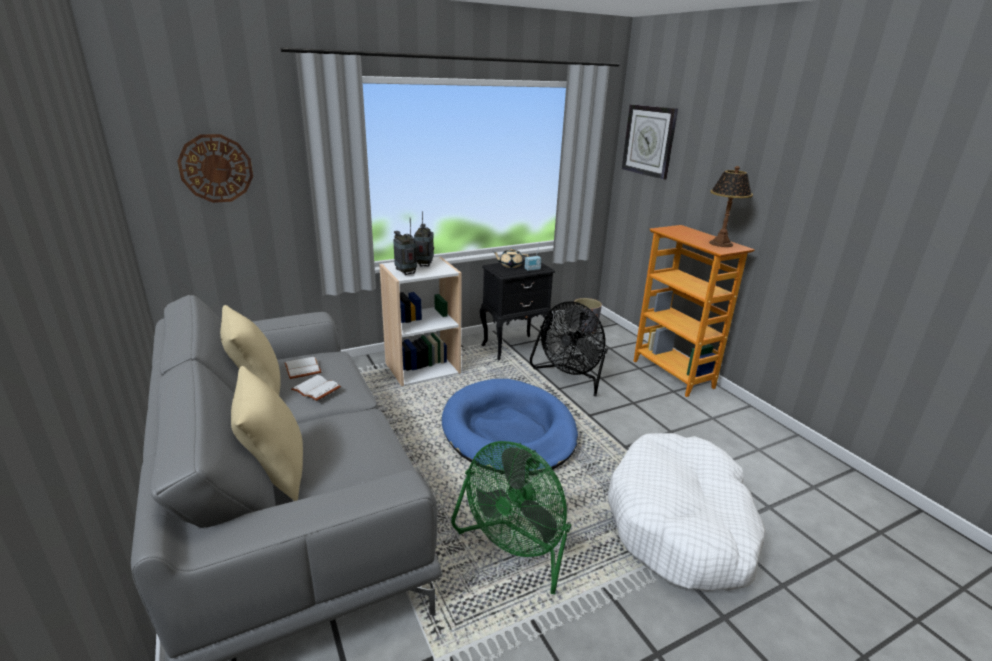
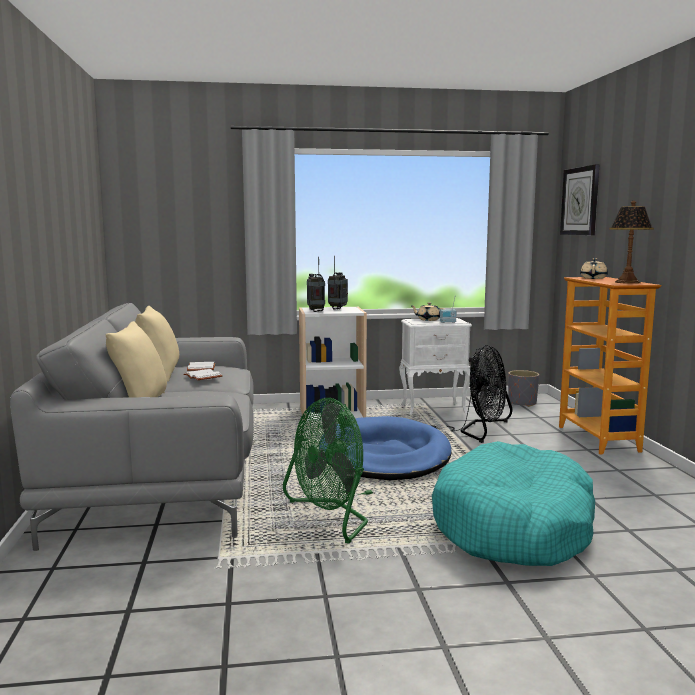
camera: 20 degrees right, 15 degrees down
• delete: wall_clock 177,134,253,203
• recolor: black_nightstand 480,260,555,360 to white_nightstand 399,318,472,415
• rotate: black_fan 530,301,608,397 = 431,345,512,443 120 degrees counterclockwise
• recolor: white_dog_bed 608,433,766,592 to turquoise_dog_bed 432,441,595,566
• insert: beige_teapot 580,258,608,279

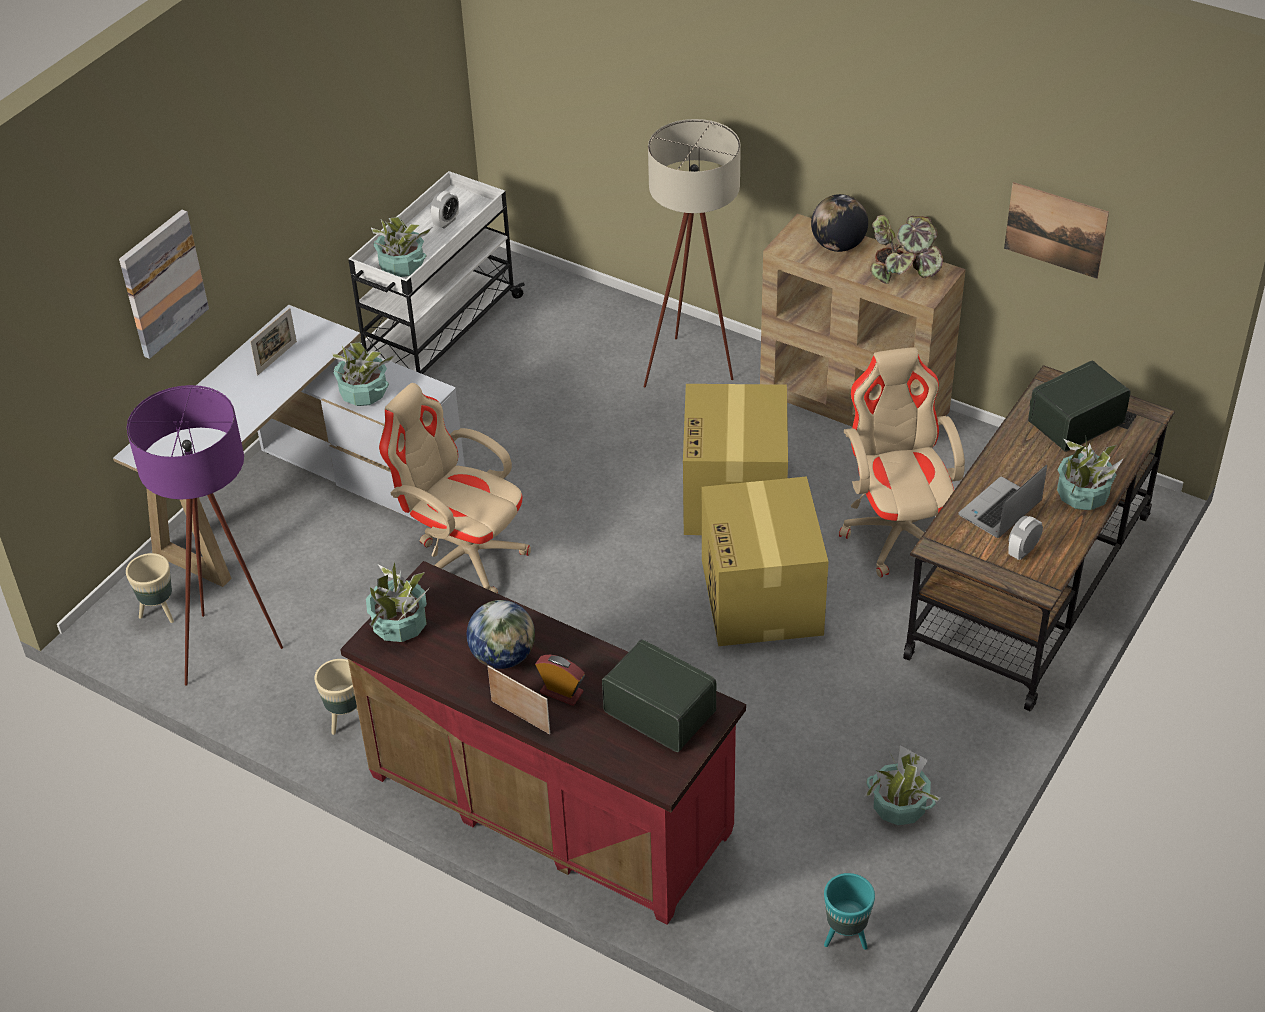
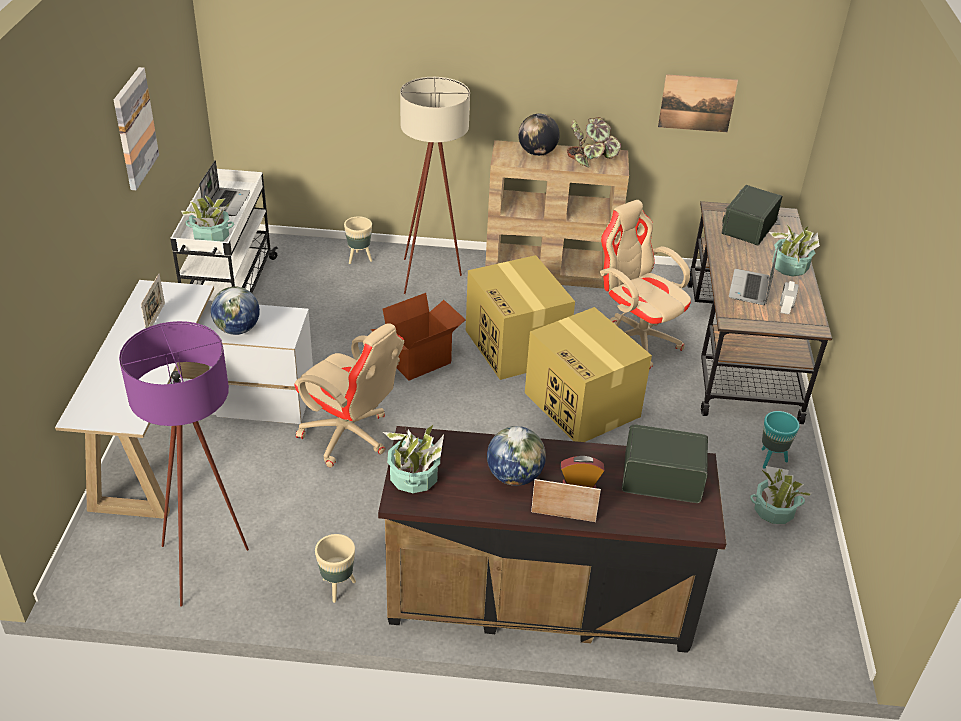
camera: 30 degrees left, 5 degrees down
• replace: alarm_clock 430,191,459,229 to laptop 199,160,250,216
• move: picture 119,210,209,359 to 114,67,159,190
• replace: potted_plant 331,342,397,406 to globe 211,287,260,335
• rotate: beige_office_chair 379,383,531,593 = 295,323,404,467 150 degrees counterclockwise
• move: beige_planter 126,553,174,623 to 344,216,372,264
• recolor: red_cabinet 340,561,746,925 to black_cabinet 378,426,726,653
• move: turquoise_planter 824,873,875,950 to 762,411,800,469
• insert: cardboard_box 371,293,466,380

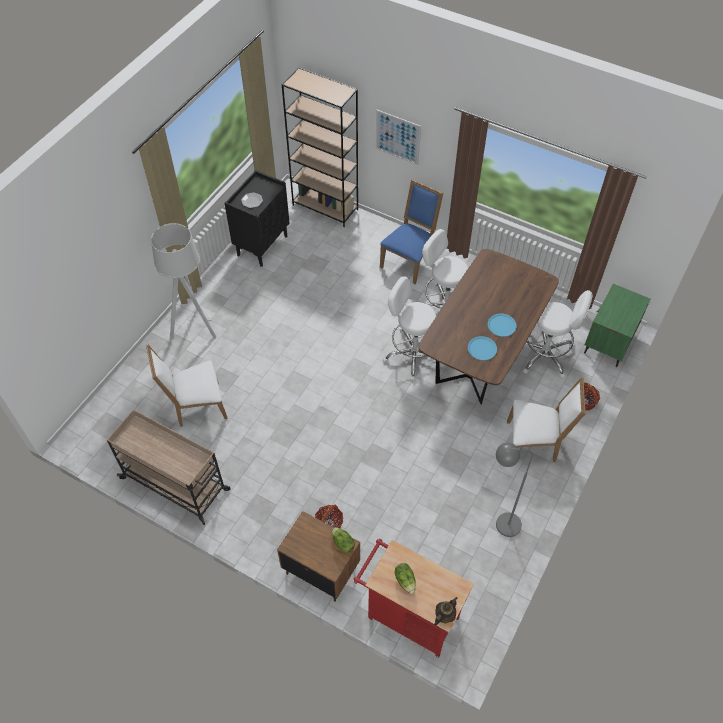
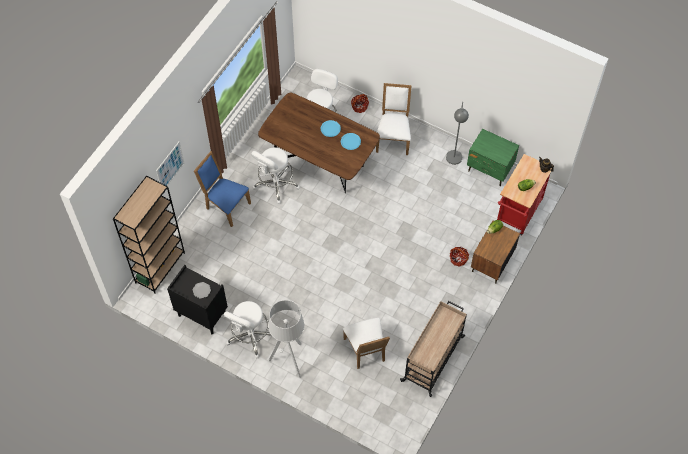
camera: 90 degrees left, 5 degrees up
• move: white_stool 383,276,444,381 to 224,301,275,359
• move: green_nightstand 584,284,651,367 to 467,129,519,186

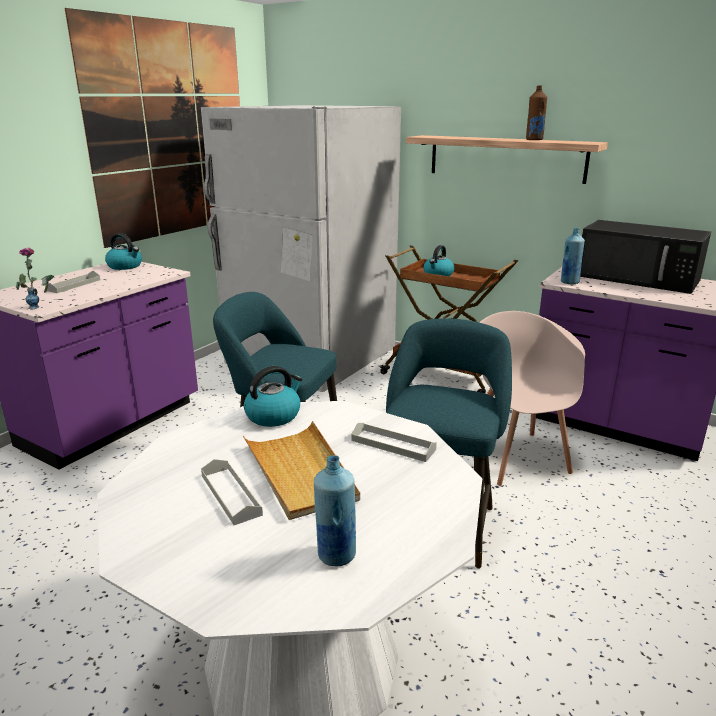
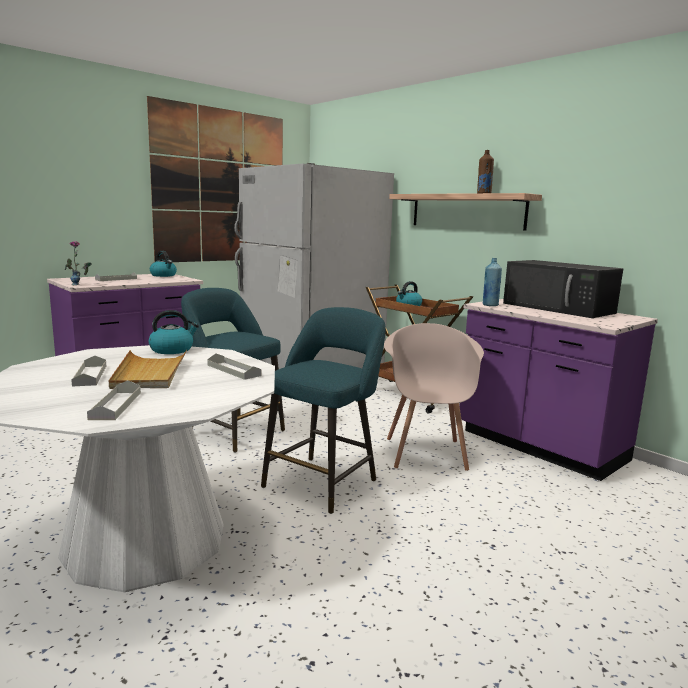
camera: 15 degrees right, 10 degrees down
• replace: blue_bottle 314,455,356,566 to grey_tray 87,380,141,420

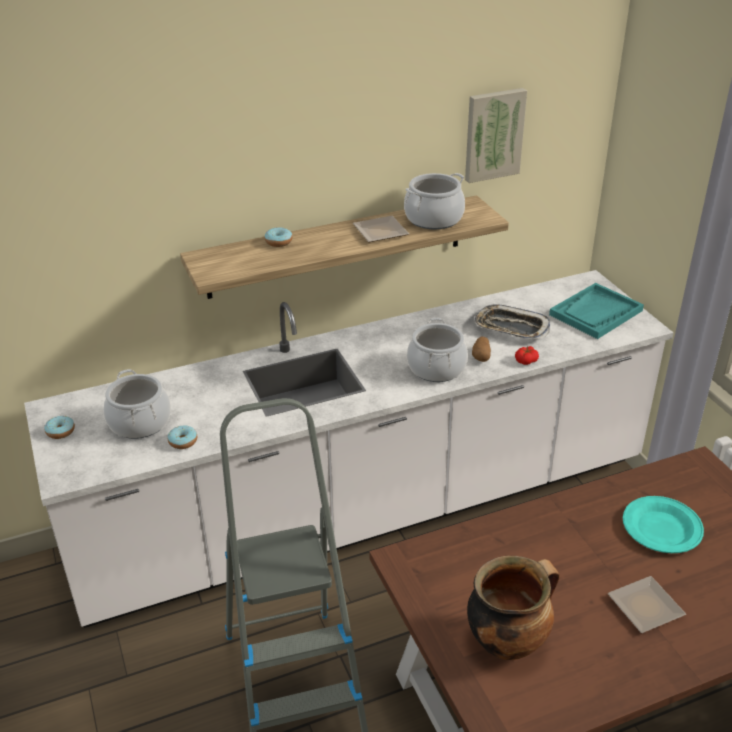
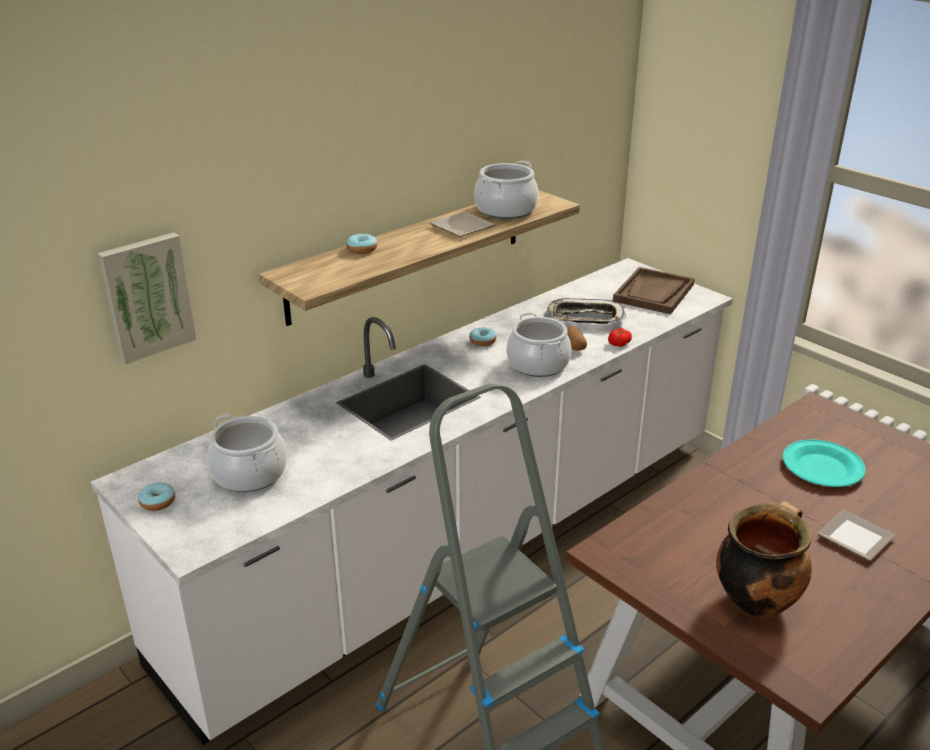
camera: 20 degrees left, 5 degrees down
• move: picture 465,88,527,183 to 97,232,196,364
• recolor: turquoise_tray 549,283,644,339 to brown_tray 613,267,695,314
• move: donut 168,426,197,449 to 469,327,496,346

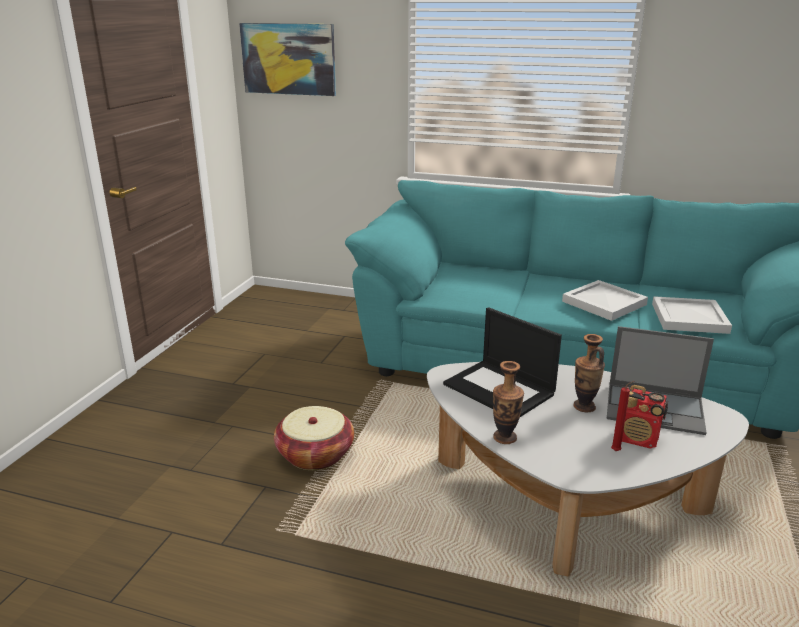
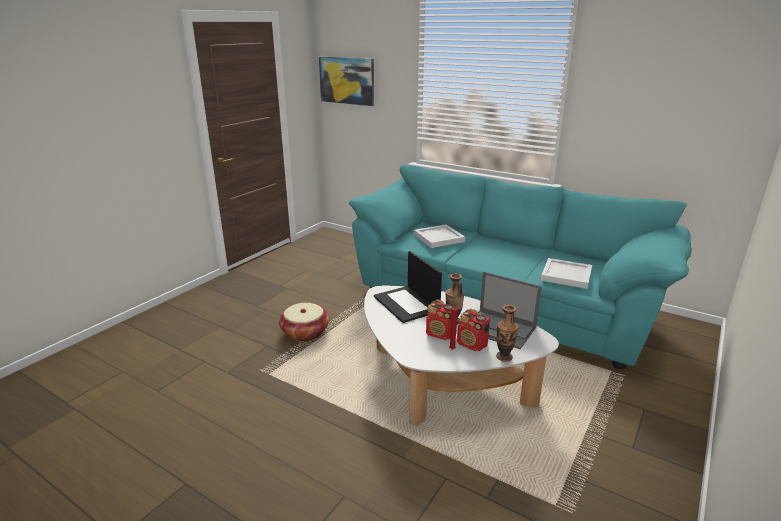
camera: 15 degrees right, 0 degrees up
• move: white_tray 562,280,648,321 to 414,225,465,248
• move: vase 493,361,524,444 to 496,305,519,362
• insert: radio 426,300,455,340

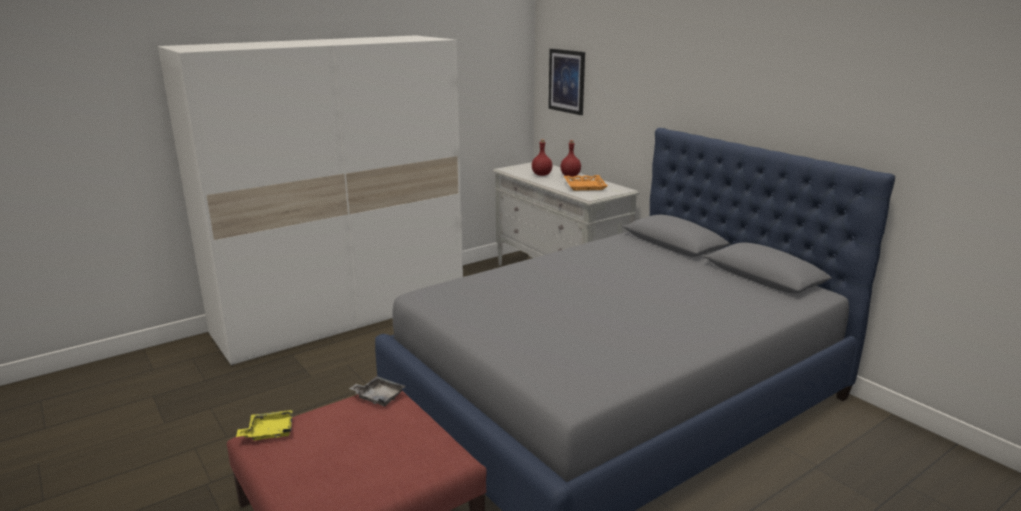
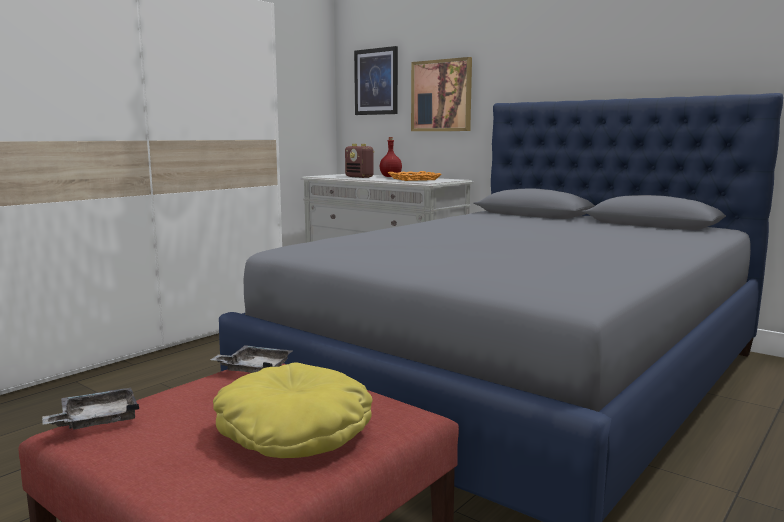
camera: 15 degrees left, 10 degrees down
• replace: red_bottle 532,139,552,176 to radio 345,144,375,178
• recolor: yellow_tray 236,410,292,441 to grey_tray 42,388,139,430
• insert: picture 411,57,472,131
• insert: yellow_pillow 213,362,372,458

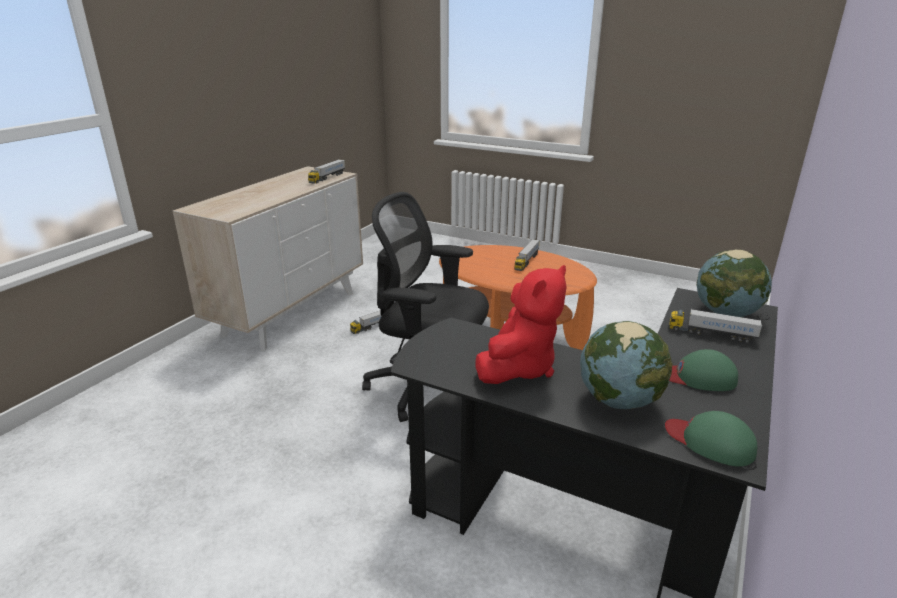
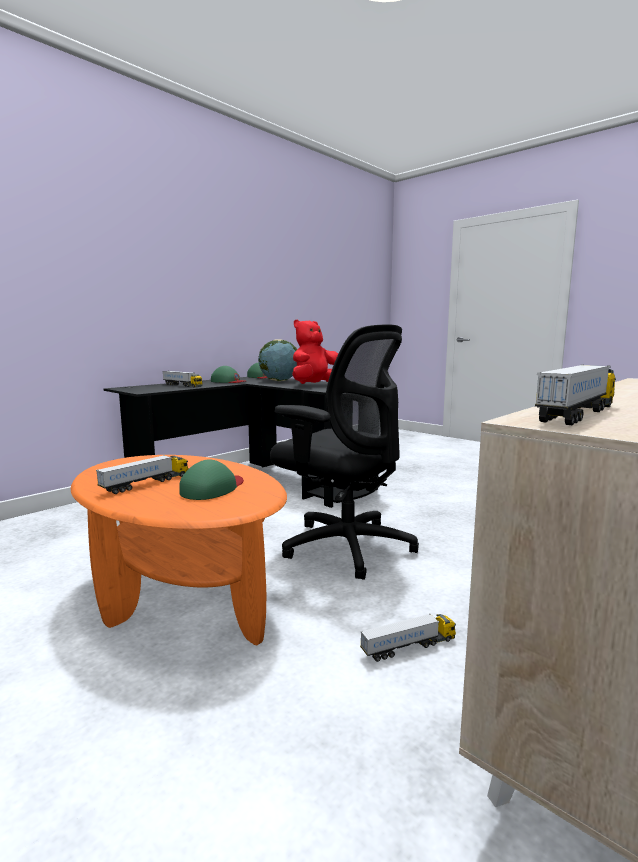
camera: 165 degrees left, 15 degrees down
• delete: globe 697,250,772,317
• insert: green_cap 179,459,244,500

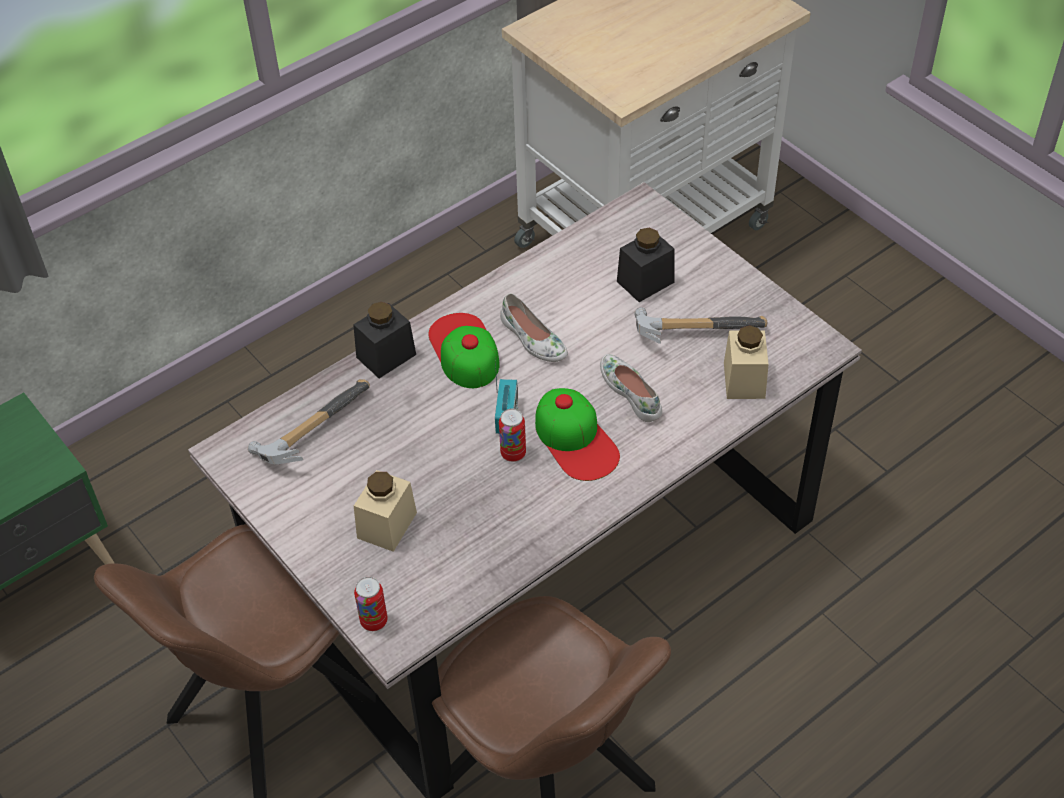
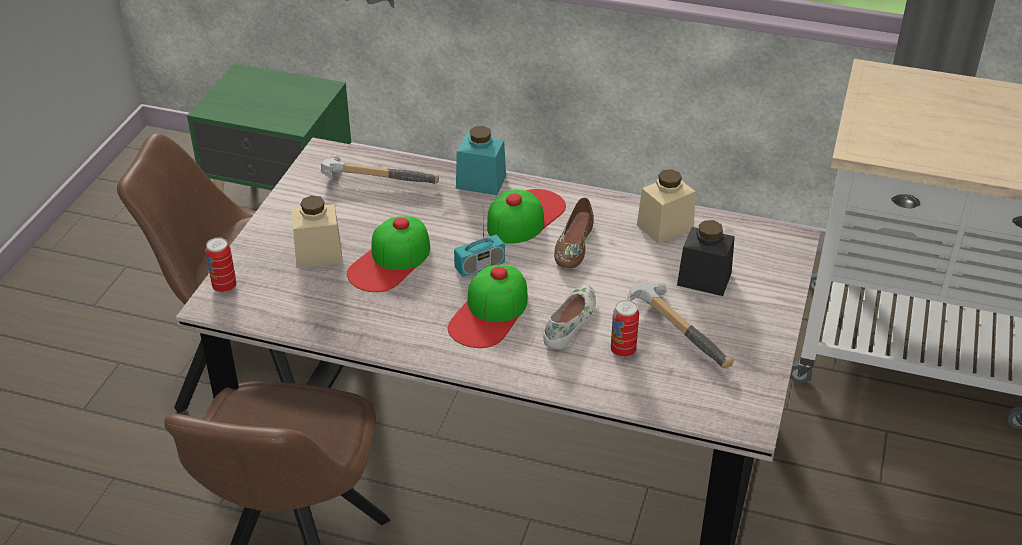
camera: 55 degrees right, 10 degrees down
• recolor: white_shoe 500,293,568,362 to brown_shoe 554,198,594,268
• recolor: black_jar 353,302,416,378 to turquoise_jar 456,126,506,195
• move: beige_jar 724,325,769,399 to 637,169,696,244
• move: can 499,409,526,462 to 611,300,639,358
• insert: cap 347,216,430,292

